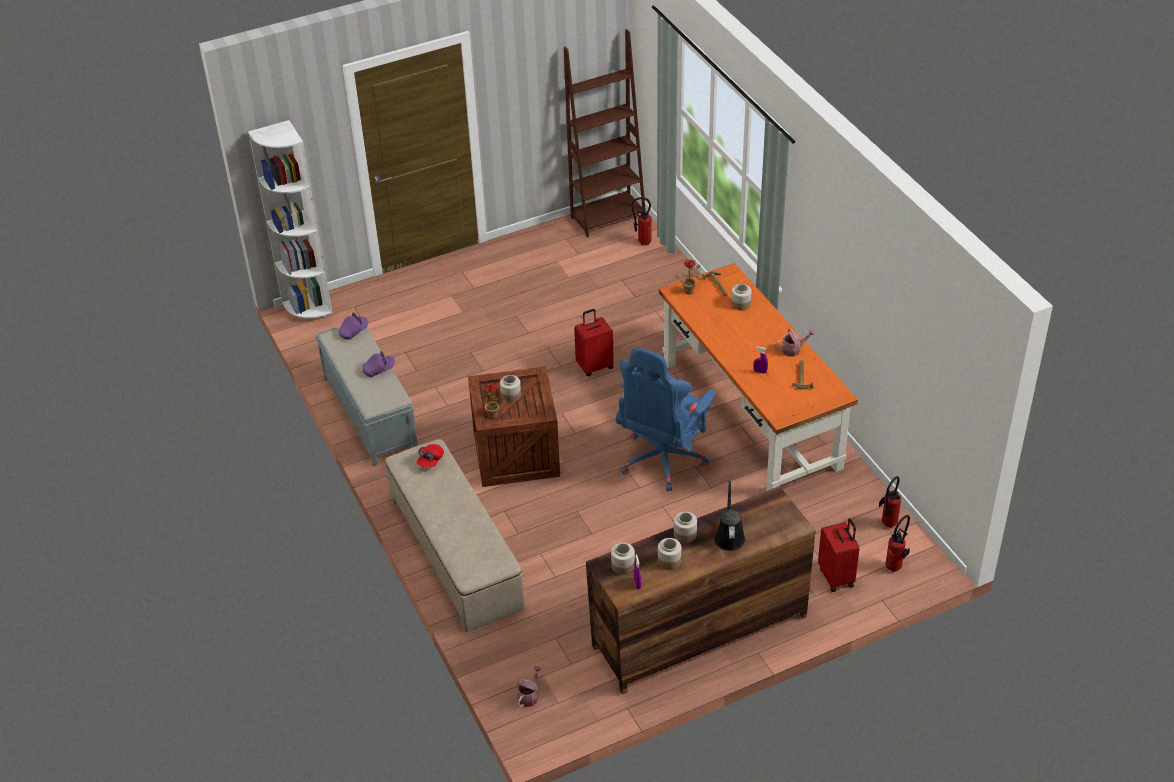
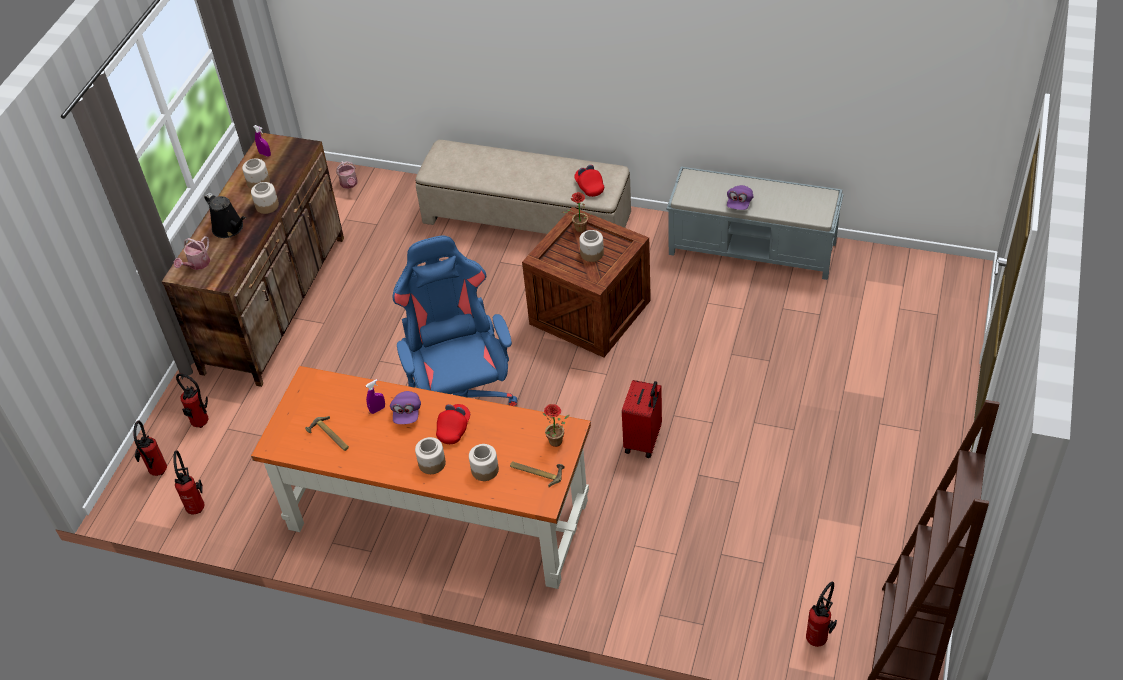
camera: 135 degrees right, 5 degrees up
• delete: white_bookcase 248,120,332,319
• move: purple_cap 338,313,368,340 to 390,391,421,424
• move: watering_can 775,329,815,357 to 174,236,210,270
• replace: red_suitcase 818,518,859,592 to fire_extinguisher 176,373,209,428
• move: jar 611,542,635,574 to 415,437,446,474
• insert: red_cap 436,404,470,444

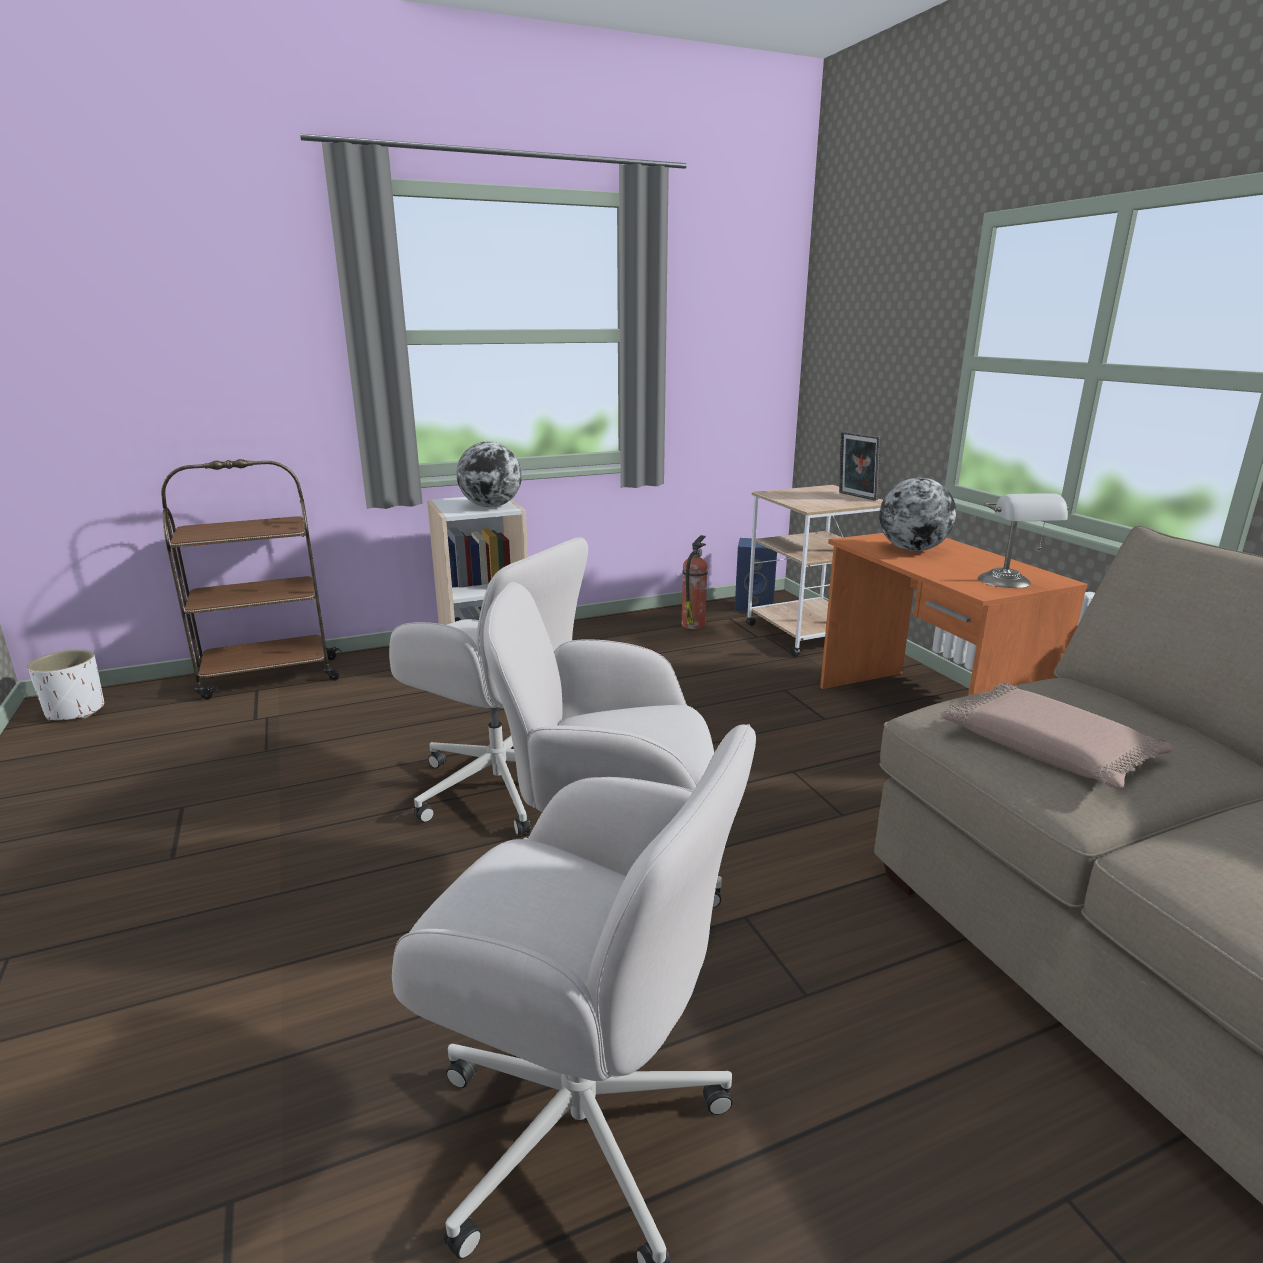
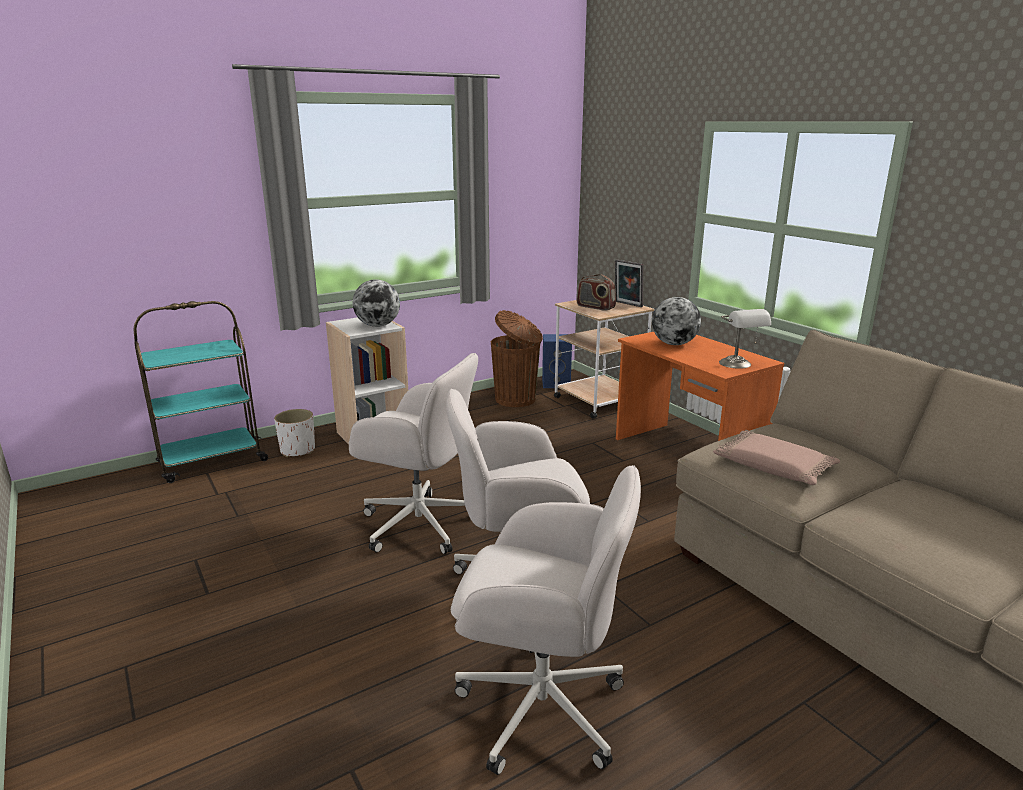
camera: 10 degrees left, 0 degrees up
• recolor: brown_cart 161,459,341,700 to turquoise_cart 134,301,268,483
• replace: fire_extinguisher 682,535,708,629 to brown_trash_can 491,310,543,407
• move: white_planter 27,649,104,721 to 274,409,315,457
• insert: radio 577,274,616,311

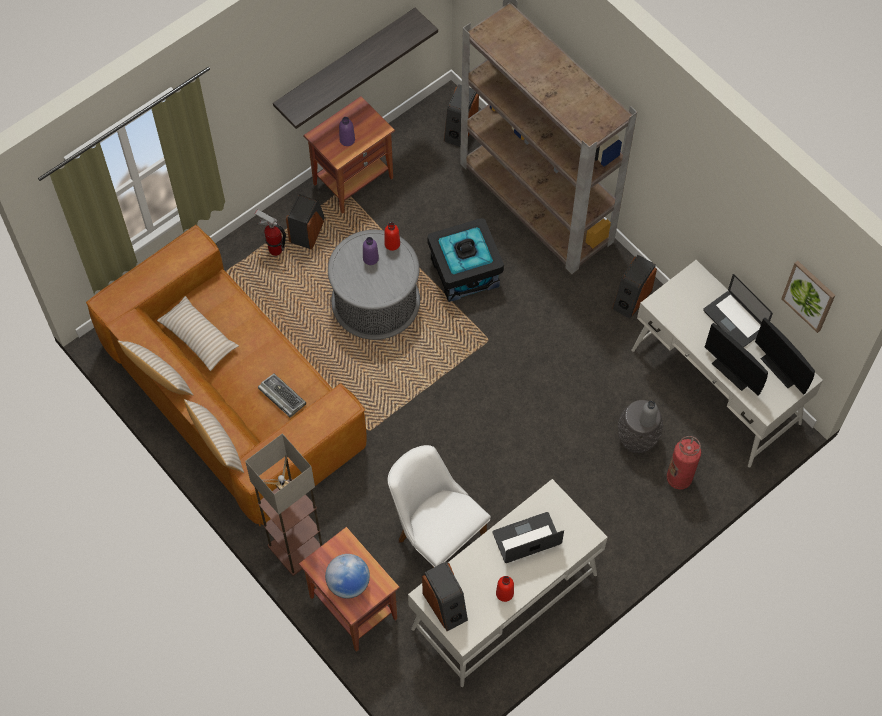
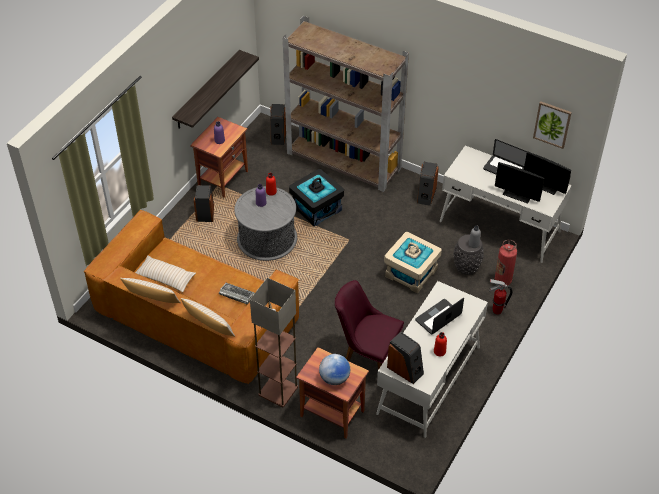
camera: 20 degrees left, 15 degrees down
• move: fire_extinguisher 254,209,286,256 to 489,279,513,314
• recolor: white_chair 388,445,491,568 to purple_chair 335,280,404,370
• insert: beige_storage_box 384,232,442,293

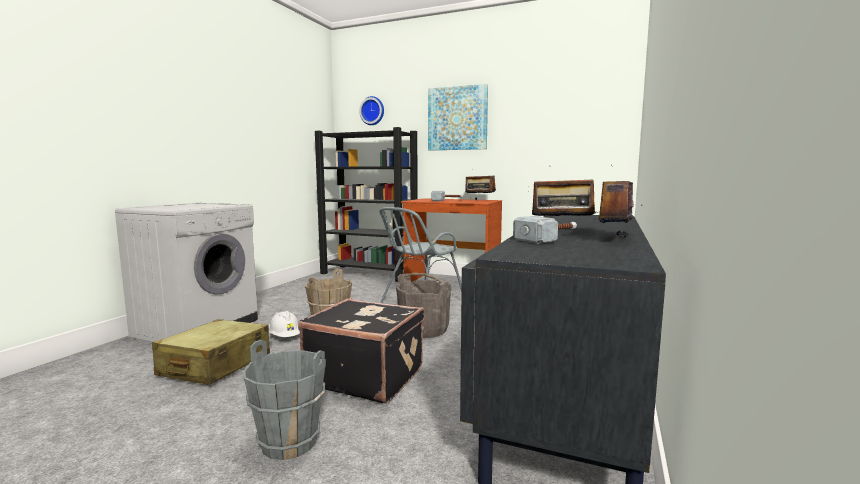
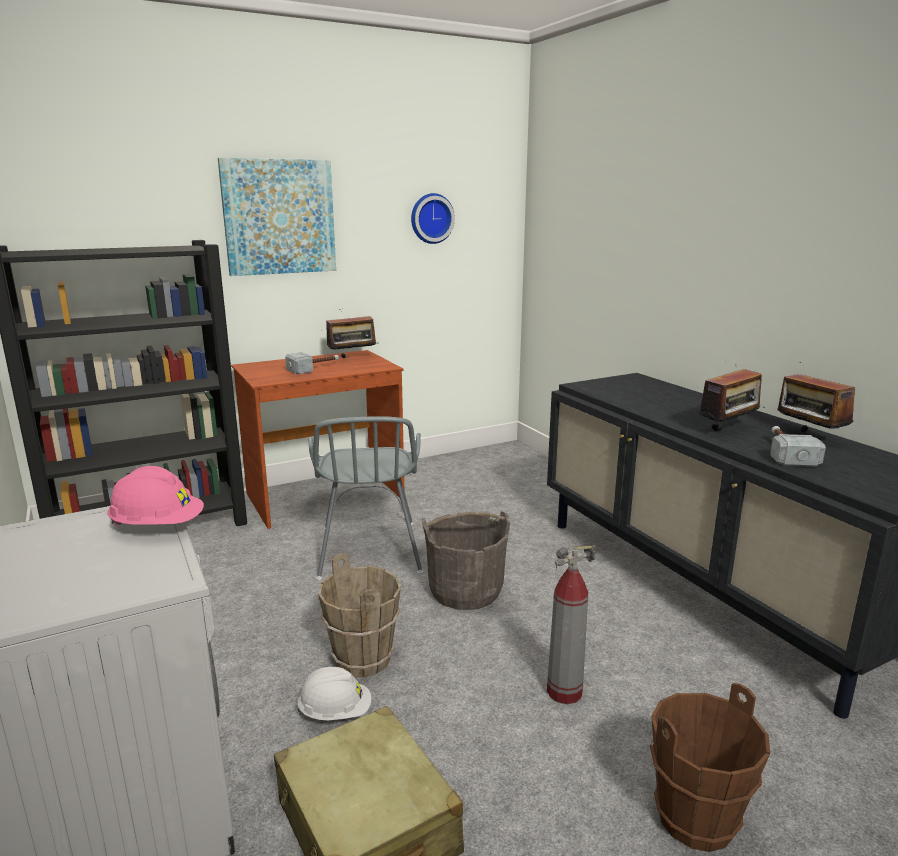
camera: 50 degrees left, 10 degrees up
• move: wall_clock 359,96,384,125 to 411,193,455,244
• replace: black_suitcase 298,298,425,404 to fire_extinguisher 547,545,596,704
• recolor: grey_bucket 242,340,326,460 to brown_bucket 650,683,770,852
• insert: pink_hard_hat 107,466,204,525

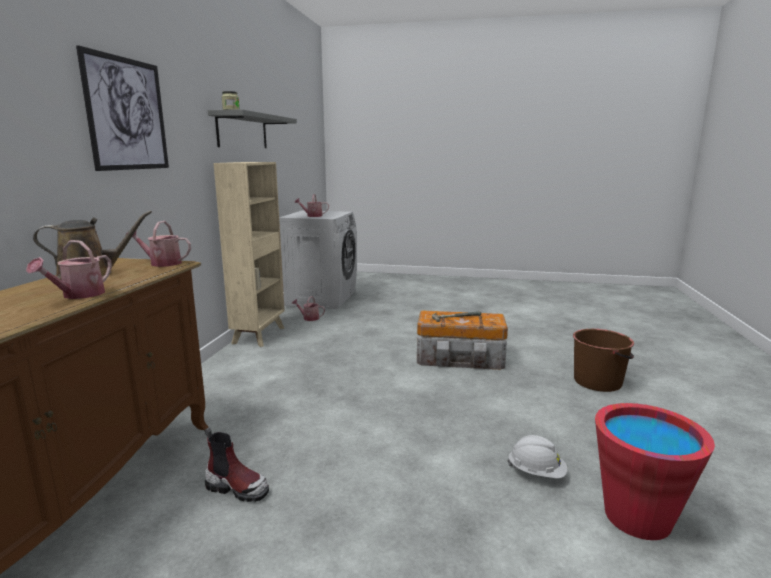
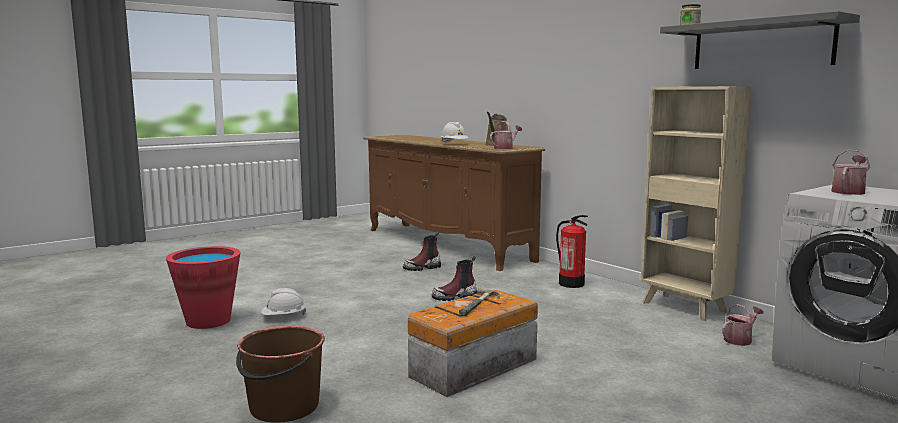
camera: 130 degrees right, 5 degrees down
• delete: picture 76,45,169,171
• replace: watering_can 26,240,112,299 to white_hard_hat 441,122,469,143
• insert: fire_extinguisher 556,215,588,288
• insert: boot 432,256,477,301

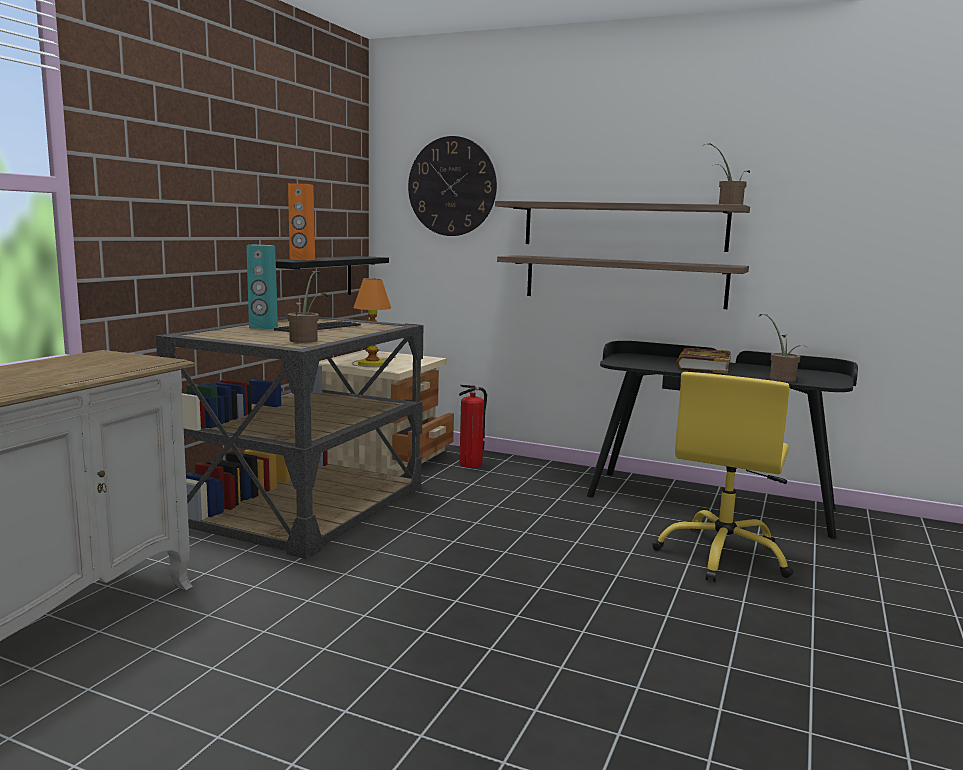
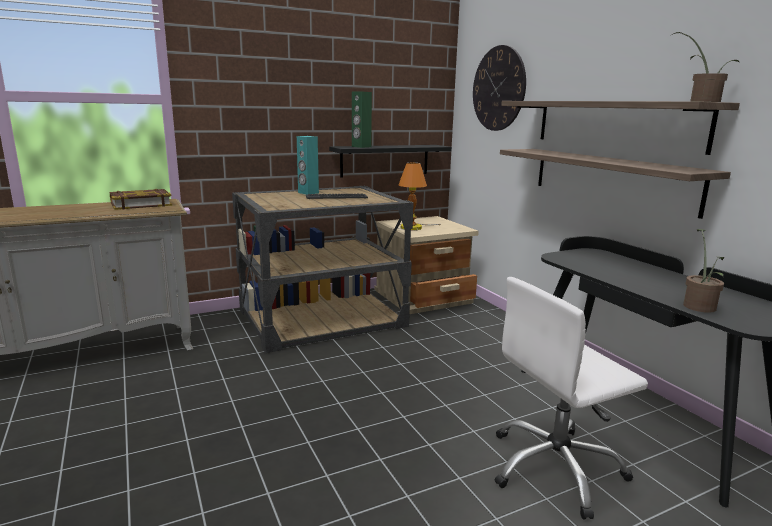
camera: 40 degrees right, 5 degrees up
• recolor: orange_speaker 288,183,315,260 to green_speaker 352,92,372,148
• delete: potted_plant 287,271,328,343
• move: book 676,348,731,374 to 110,189,172,210
• recolor: yellow_office_chair 652,372,793,582 to white_office_chair 495,277,648,520
• delete: fire_extinguisher 459,385,487,468

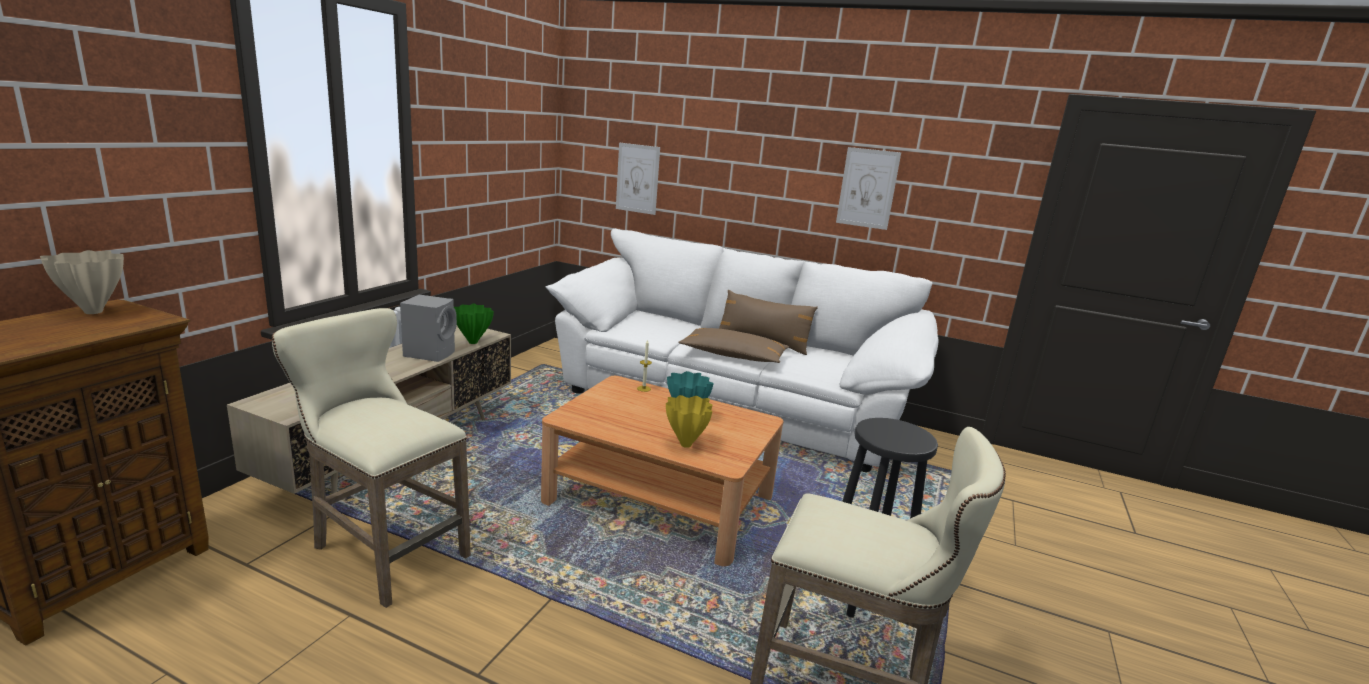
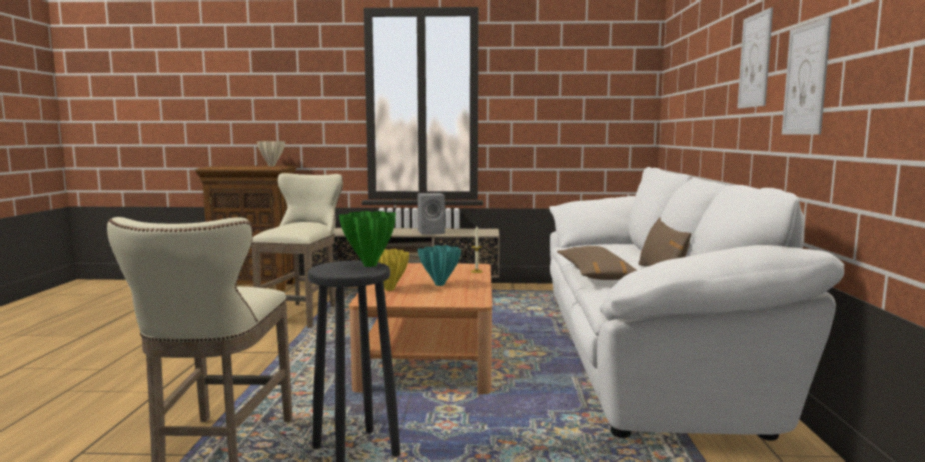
camera: 70 degrees right, 10 degrees down
• move: picture 616,143,660,215 to 737,7,773,108
• move: green_vase 454,303,494,344 to 339,211,396,267

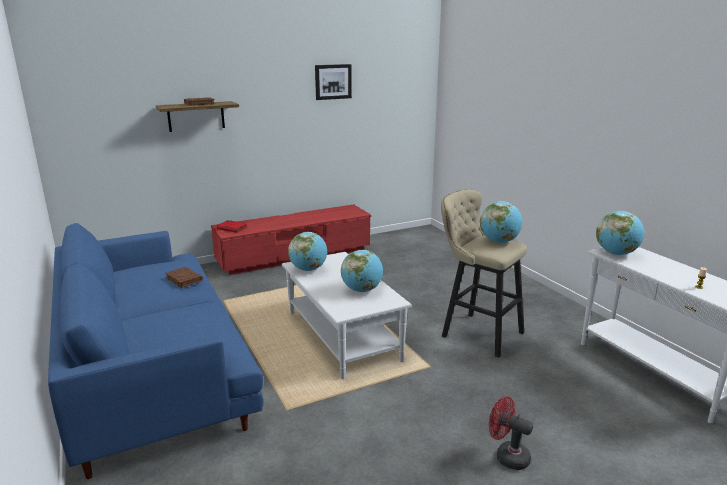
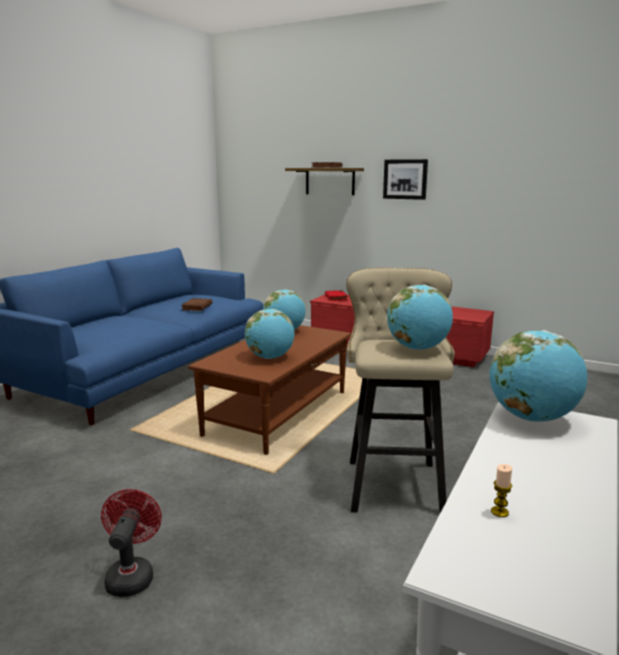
camera: 55 degrees right, 5 degrees down
• move: picture 315,64,352,100 to 383,159,428,200
• recolor: white_coffee_table 282,252,412,379 to brown_coffee_table 188,325,352,455

